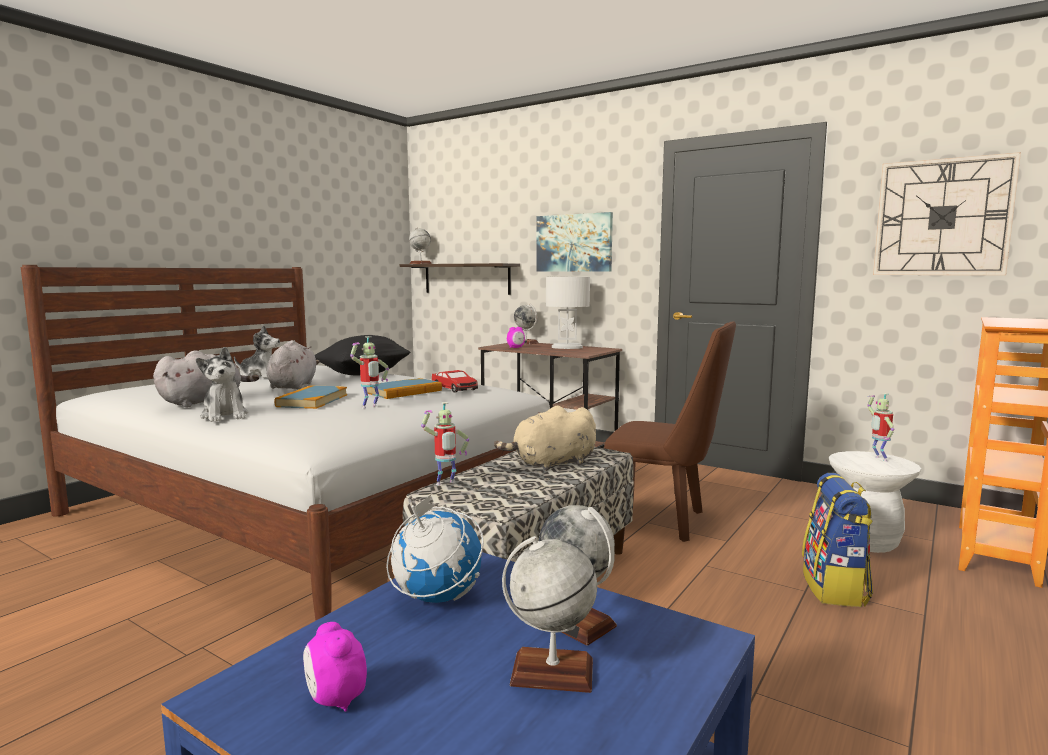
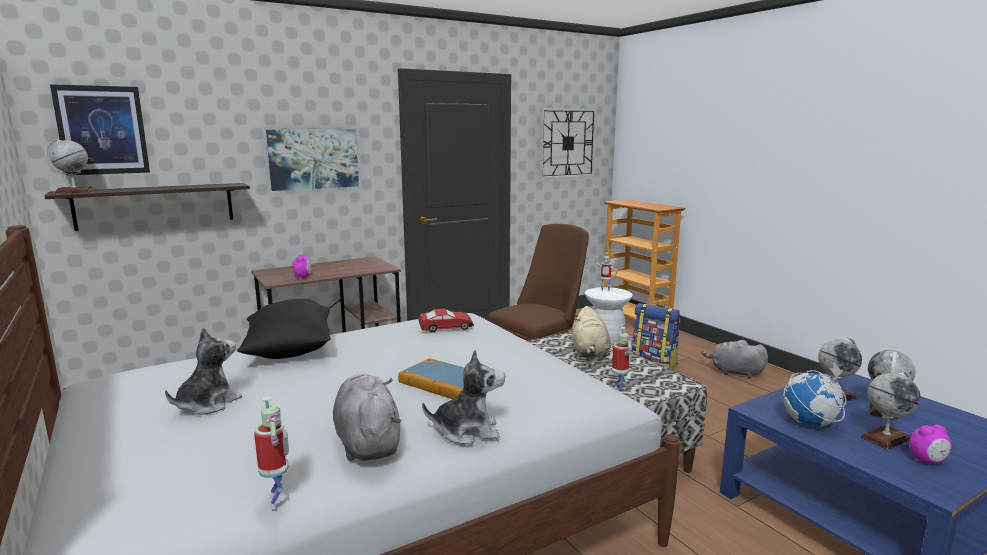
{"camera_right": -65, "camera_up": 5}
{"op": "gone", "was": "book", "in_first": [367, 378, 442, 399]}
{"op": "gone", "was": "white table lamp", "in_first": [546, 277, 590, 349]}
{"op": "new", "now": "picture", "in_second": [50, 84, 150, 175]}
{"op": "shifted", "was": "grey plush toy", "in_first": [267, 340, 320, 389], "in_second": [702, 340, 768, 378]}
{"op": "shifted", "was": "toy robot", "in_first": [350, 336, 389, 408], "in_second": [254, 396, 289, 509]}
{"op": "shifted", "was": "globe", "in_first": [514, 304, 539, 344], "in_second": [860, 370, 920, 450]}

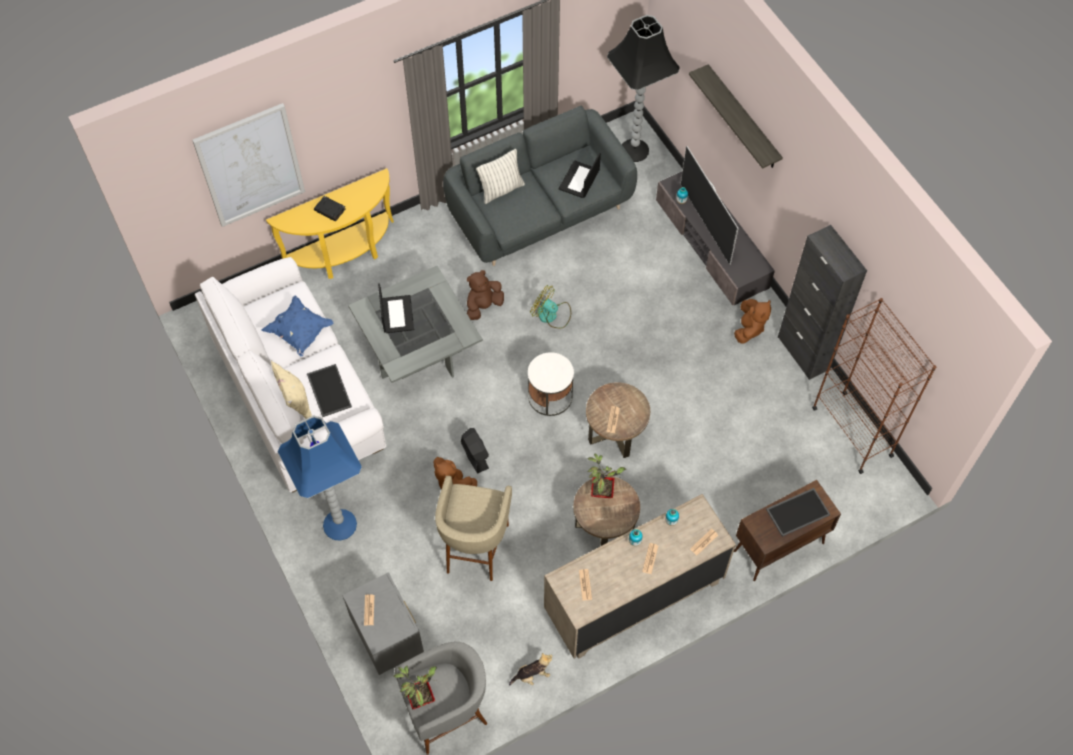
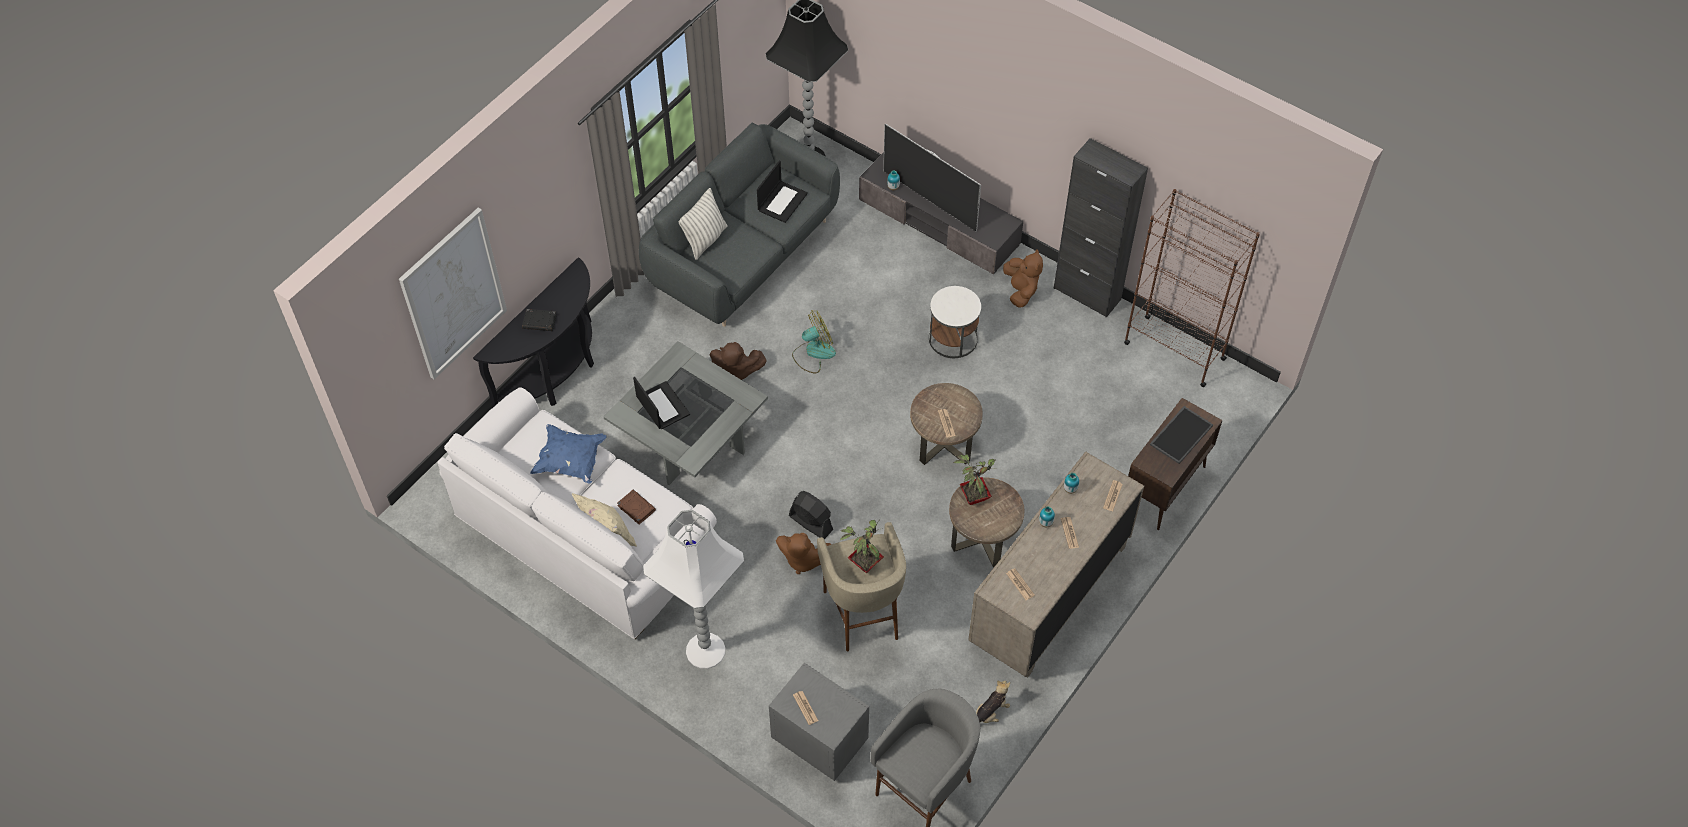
{"camera_right": -25, "camera_up": -5}
{"op": "gone", "was": "shelf", "in_first": [689, 64, 783, 169]}
{"op": "shifted", "was": "potted plant", "in_first": [394, 666, 437, 710], "in_second": [840, 520, 884, 573]}
{"op": "shifted", "was": "white side table", "in_first": [528, 352, 574, 416], "in_second": [929, 286, 981, 358]}
{"op": "swapped", "was": "tray", "now": "brown book", "in_first": [307, 364, 352, 417], "in_second": [617, 490, 656, 525]}
{"op": "repainted", "was": "yellow console table", "now": "black console table", "in_first": [266, 168, 394, 279], "in_second": [473, 258, 594, 408]}
{"op": "repainted", "was": "blue floor lamp", "now": "white floor lamp", "in_first": [278, 415, 362, 541], "in_second": [643, 510, 744, 669]}
{"op": "rotated", "was": "brown plush toy", "in_first": [467, 270, 504, 320], "in_second": [710, 342, 767, 380], "clockwise": -105}
{"op": "rotated", "was": "fan", "in_first": [530, 285, 571, 328], "in_second": [792, 310, 836, 373], "clockwise": 150}
{"op": "rotated", "was": "laptop", "in_first": [559, 153, 601, 198], "in_second": [757, 161, 808, 223], "clockwise": -150}

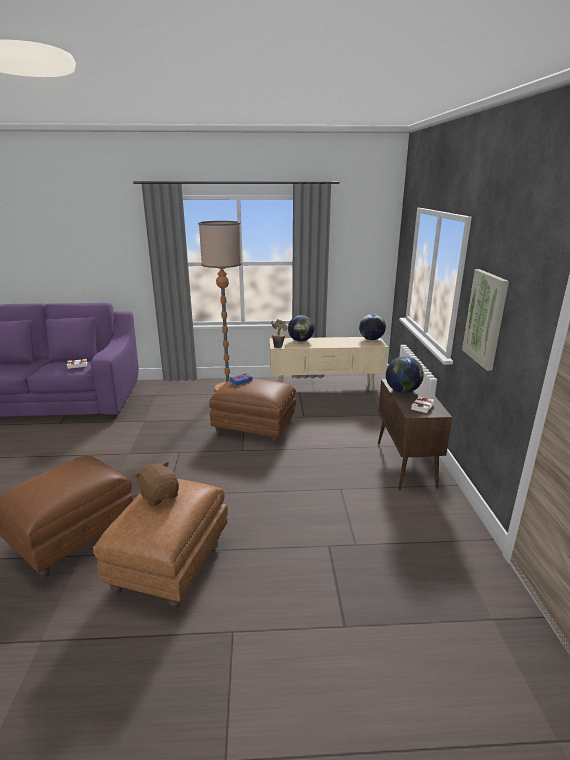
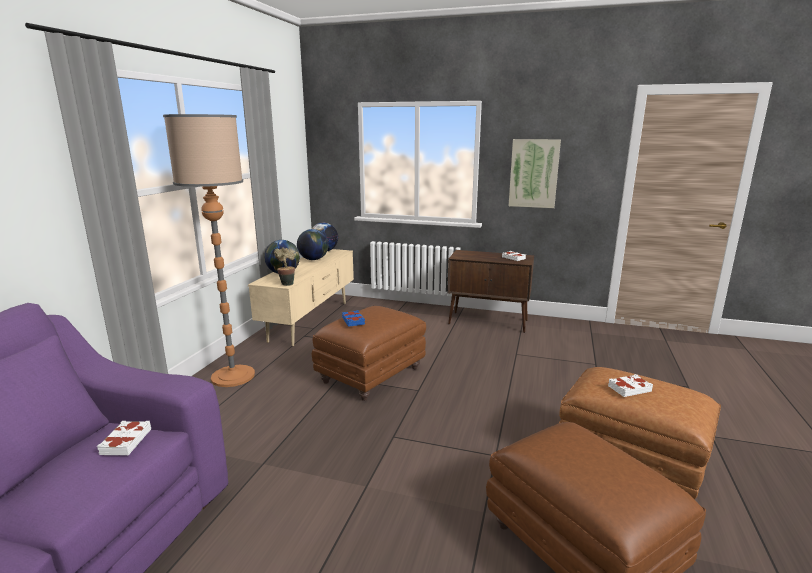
{"camera_right": -70, "camera_up": -5}
{"op": "shifted", "was": "globe", "in_first": [386, 356, 424, 393], "in_second": [297, 229, 329, 260]}
{"op": "swapped", "was": "brown plush toy", "now": "white book", "in_first": [134, 462, 179, 507], "in_second": [608, 374, 653, 397]}

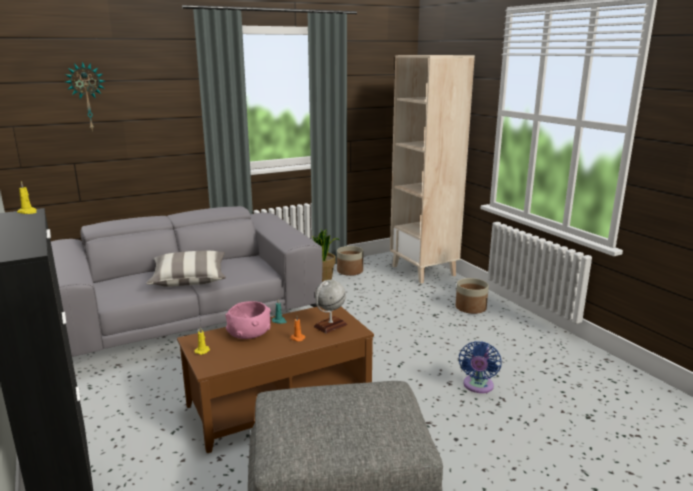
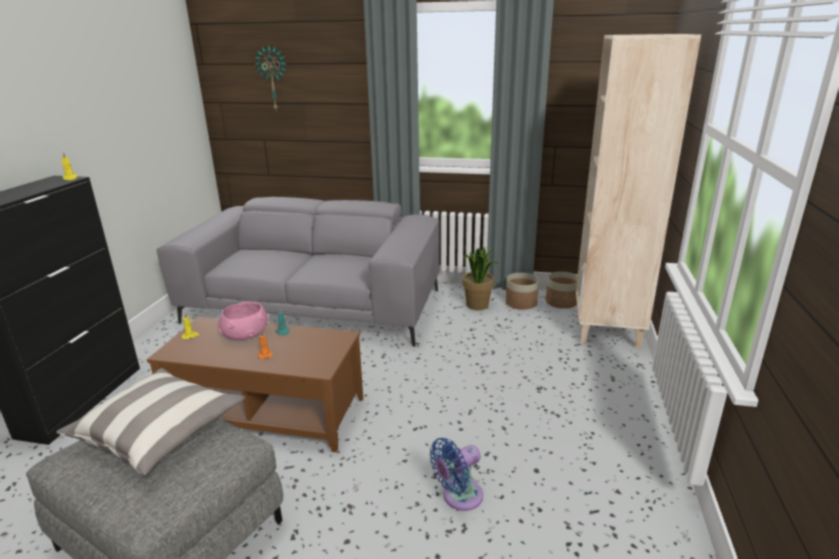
{"camera_right": 40, "camera_up": 5}
{"op": "gone", "was": "globe", "in_first": [314, 280, 347, 334]}
{"op": "shifted", "was": "pillow", "in_first": [146, 251, 226, 287], "in_second": [57, 368, 246, 476]}
{"op": "shifted", "was": "planter", "in_first": [456, 278, 489, 314], "in_second": [546, 272, 578, 309]}

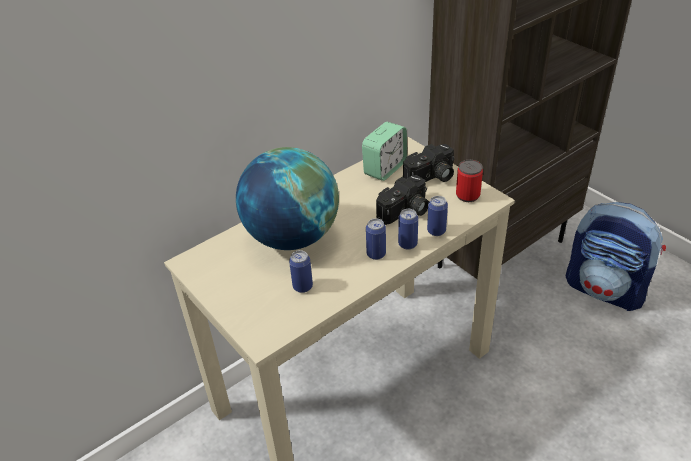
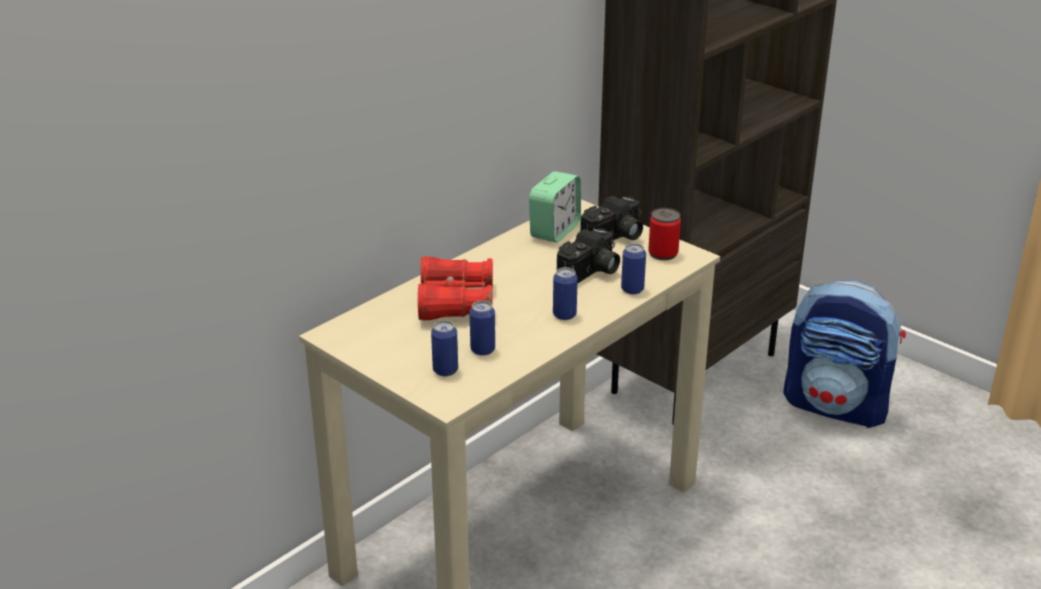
{"camera_right": -10, "camera_up": -10}
{"op": "shifted", "was": "can", "in_first": [398, 209, 418, 250], "in_second": [431, 320, 458, 376]}
{"op": "swapped", "was": "globe", "now": "red binoculars", "in_first": [236, 147, 339, 250], "in_second": [418, 257, 493, 321]}

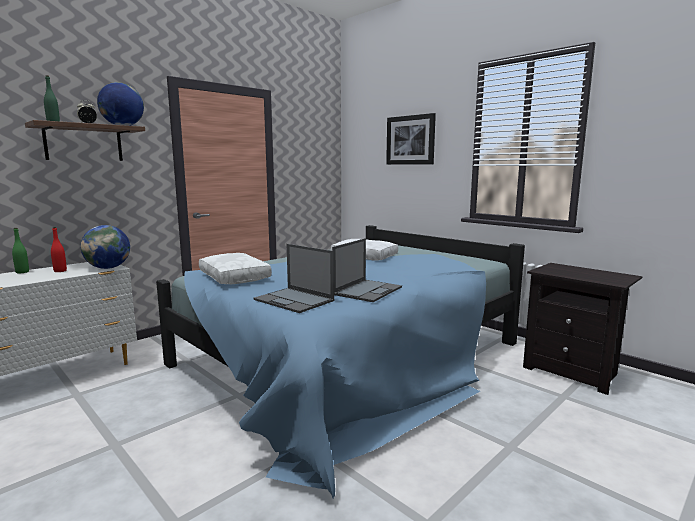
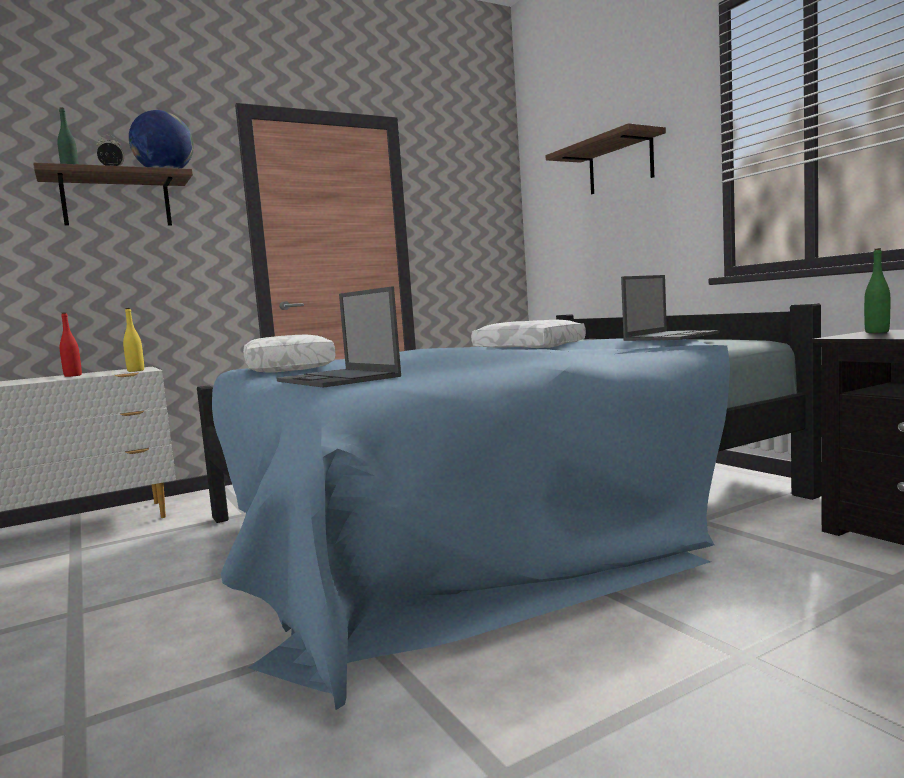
{"camera_right": 15, "camera_up": -5}
{"op": "shifted", "was": "green bottle", "in_first": [12, 228, 29, 273], "in_second": [864, 248, 890, 333]}
{"op": "shifted", "was": "laptop", "in_first": [332, 238, 402, 302], "in_second": [621, 275, 720, 341]}
{"op": "swapped", "was": "globe", "now": "yellow bottle", "in_first": [81, 225, 130, 269], "in_second": [123, 308, 144, 372]}
{"op": "swapped", "was": "picture", "now": "shelf", "in_first": [386, 113, 436, 165], "in_second": [546, 123, 666, 194]}

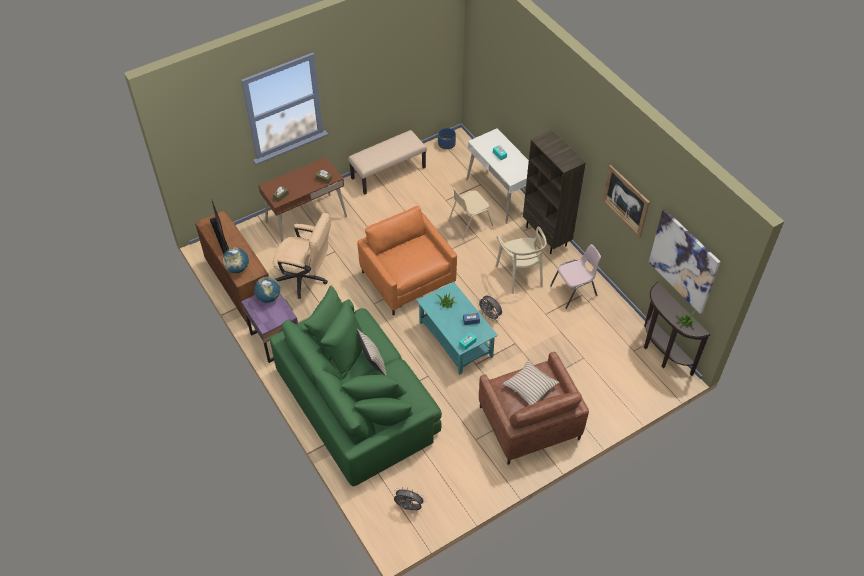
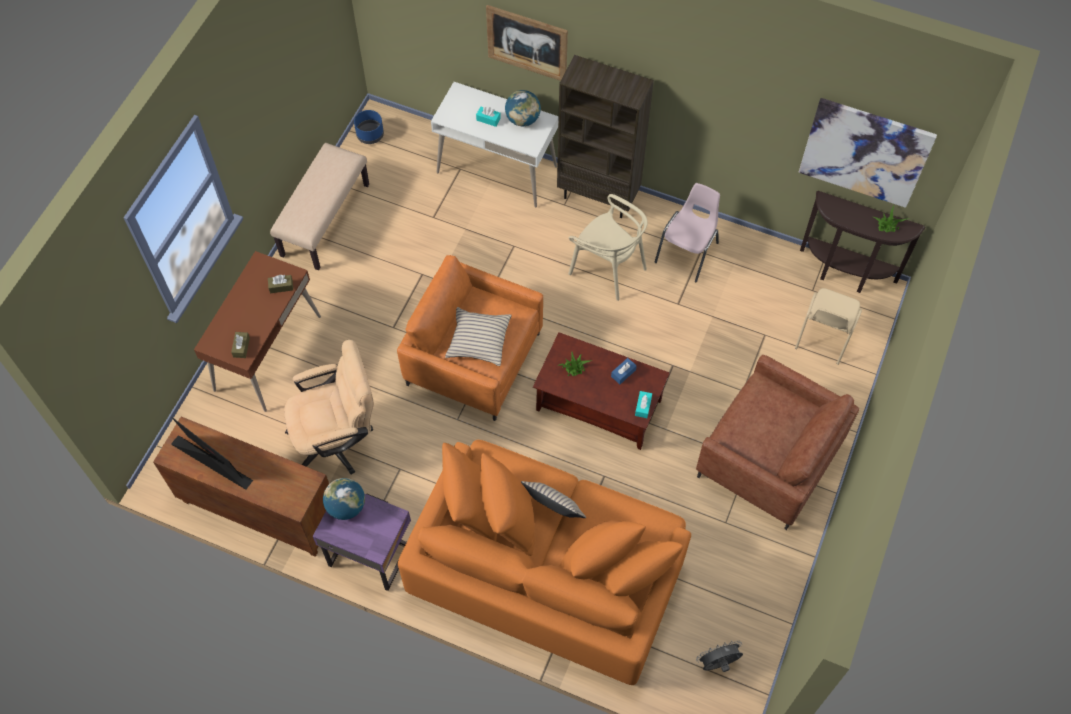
{"camera_right": -35, "camera_up": 10}
{"op": "gone", "was": "grey fan", "in_first": [477, 296, 502, 321]}
{"op": "shifted", "was": "globe", "in_first": [223, 248, 249, 273], "in_second": [505, 90, 541, 126]}
{"op": "shifted", "was": "beige chair", "in_first": [448, 188, 493, 238], "in_second": [795, 288, 862, 365]}
{"op": "shifted", "was": "beige pillow", "in_first": [502, 359, 560, 405], "in_second": [445, 307, 512, 366]}
{"op": "shifted", "was": "picture", "in_first": [602, 165, 650, 238], "in_second": [486, 5, 568, 81]}
{"op": "repainted", "was": "green sofa", "now": "orange sofa", "in_first": [270, 286, 442, 486], "in_second": [398, 440, 691, 685]}
{"op": "repainted", "was": "turquoise coffee table", "now": "brown coffee table", "in_first": [416, 282, 498, 375], "in_second": [533, 332, 670, 450]}

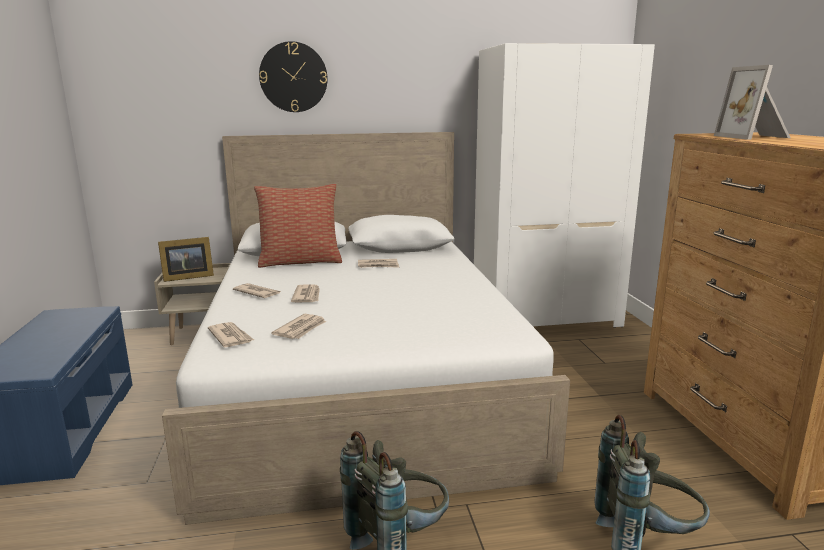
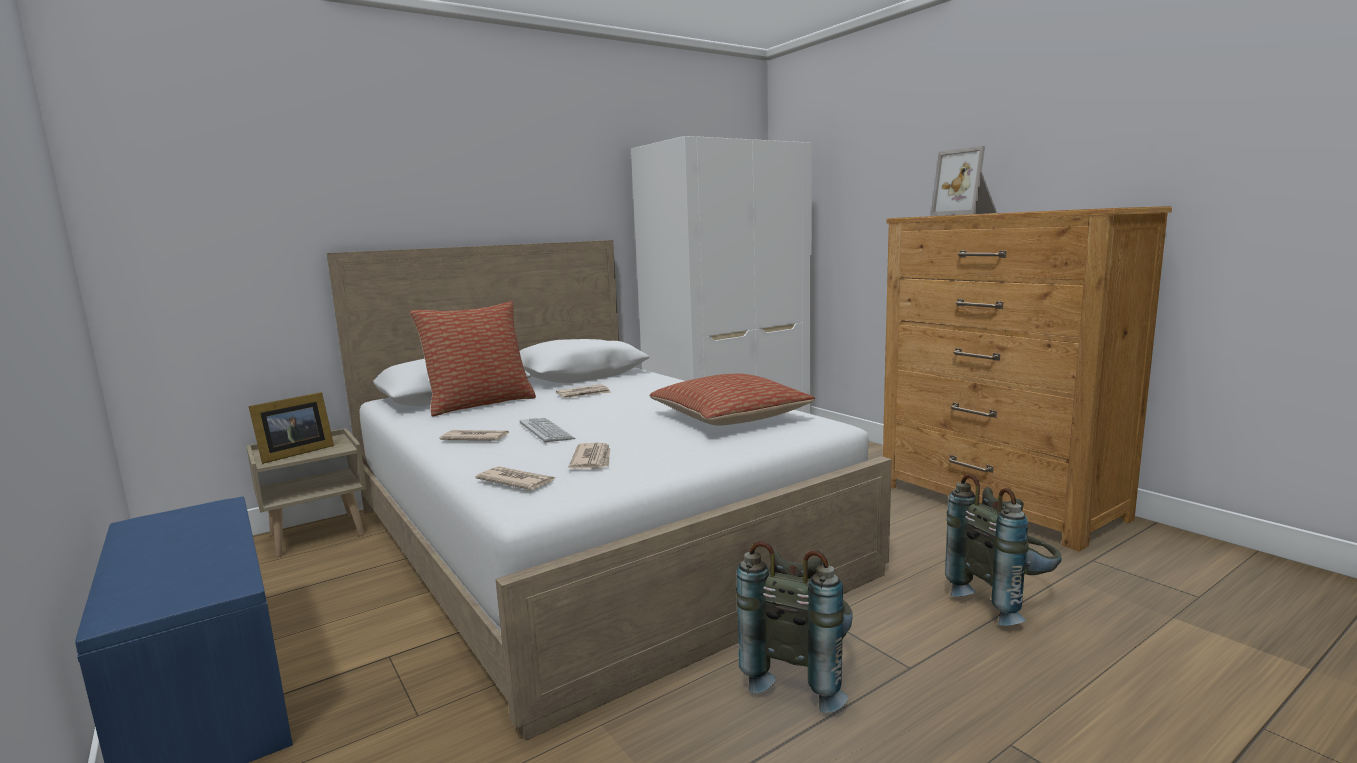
{"camera_right": -25, "camera_up": -5}
{"op": "gone", "was": "wall clock", "in_first": [259, 41, 328, 112]}
{"op": "new", "now": "pillow", "in_second": [650, 374, 815, 426]}
{"op": "swapped", "was": "newspaper", "now": "keyboard", "in_first": [291, 284, 320, 302], "in_second": [520, 418, 575, 443]}

